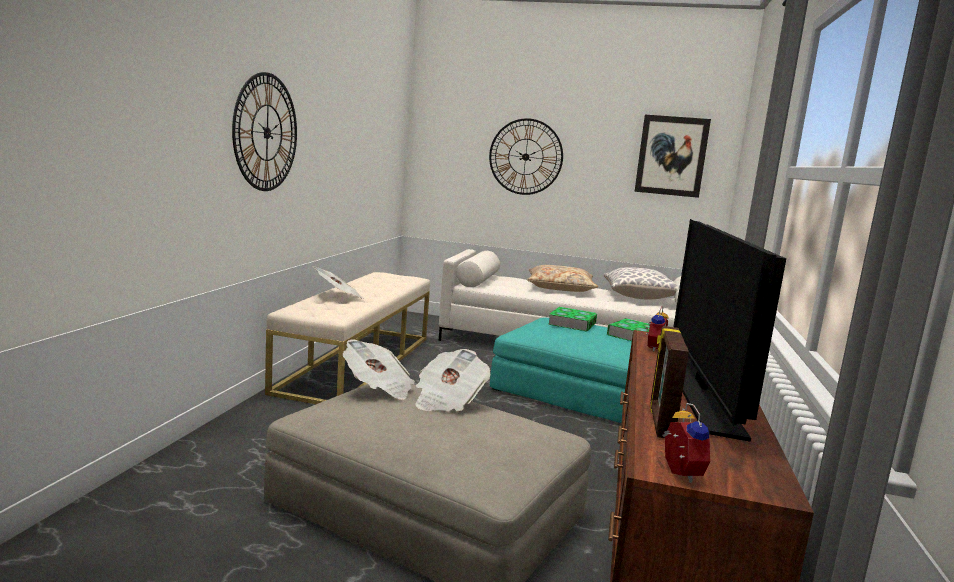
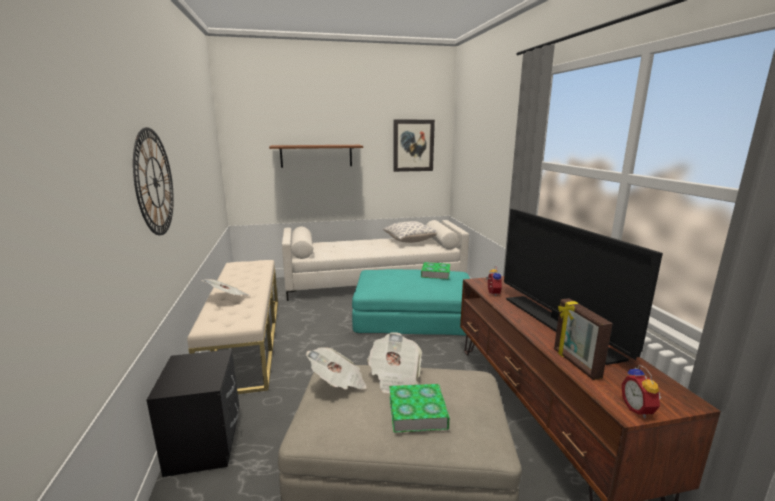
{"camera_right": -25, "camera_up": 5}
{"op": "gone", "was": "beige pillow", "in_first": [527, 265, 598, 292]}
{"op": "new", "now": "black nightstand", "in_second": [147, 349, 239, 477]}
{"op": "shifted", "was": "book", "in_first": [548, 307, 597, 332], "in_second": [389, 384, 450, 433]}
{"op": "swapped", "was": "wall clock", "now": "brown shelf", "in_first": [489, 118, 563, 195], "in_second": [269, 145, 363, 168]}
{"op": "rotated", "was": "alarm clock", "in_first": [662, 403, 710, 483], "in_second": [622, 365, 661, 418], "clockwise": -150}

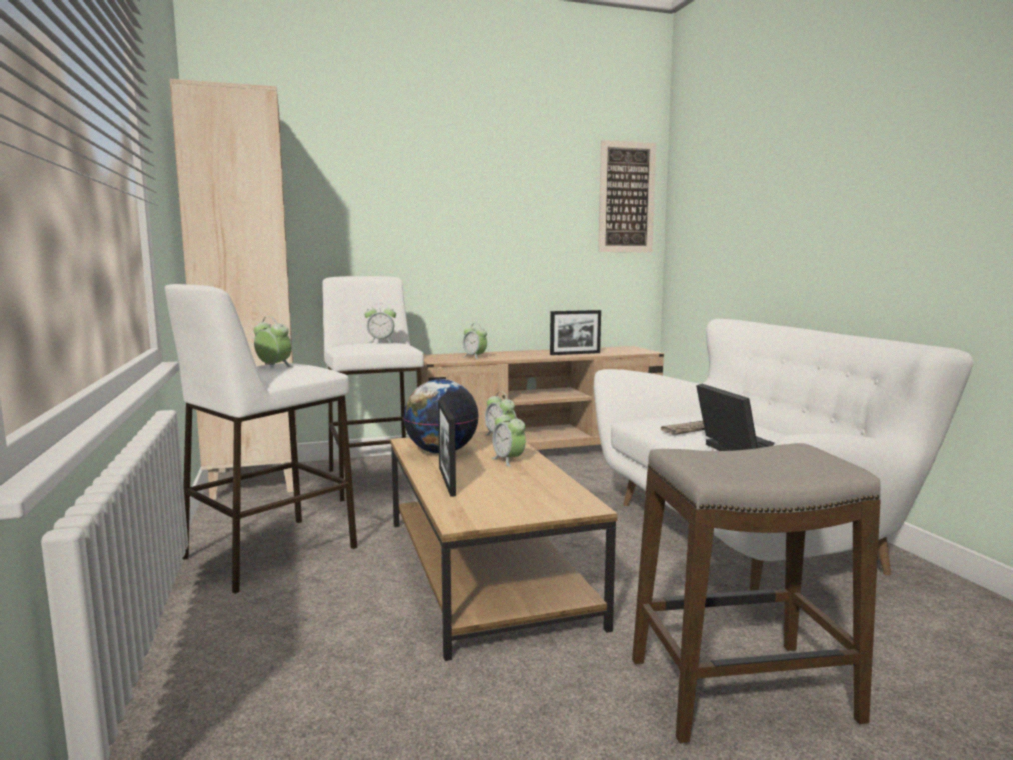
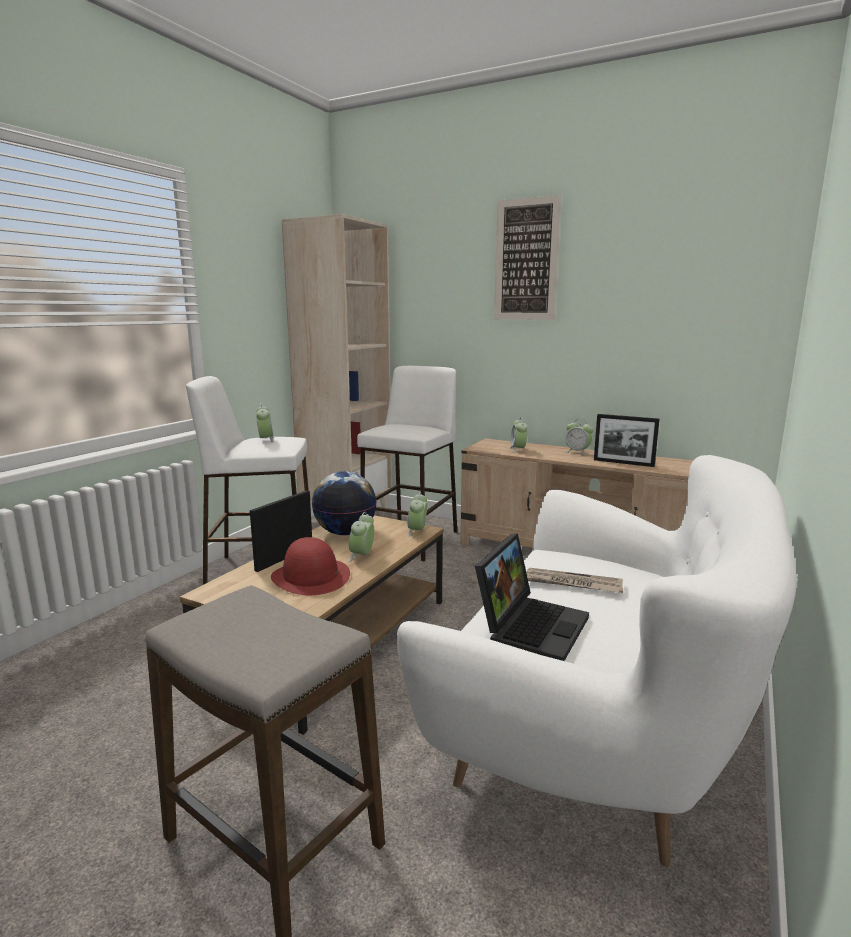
{"camera_right": 45, "camera_up": 5}
{"op": "new", "now": "red hat", "in_second": [271, 537, 350, 595]}
{"op": "shifted", "was": "alarm clock", "in_first": [364, 303, 396, 343], "in_second": [566, 419, 594, 455]}
{"op": "shifted", "was": "picture", "in_first": [598, 140, 656, 252], "in_second": [494, 195, 561, 320]}

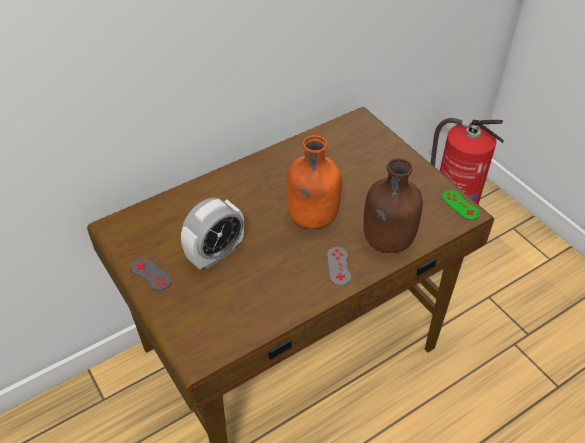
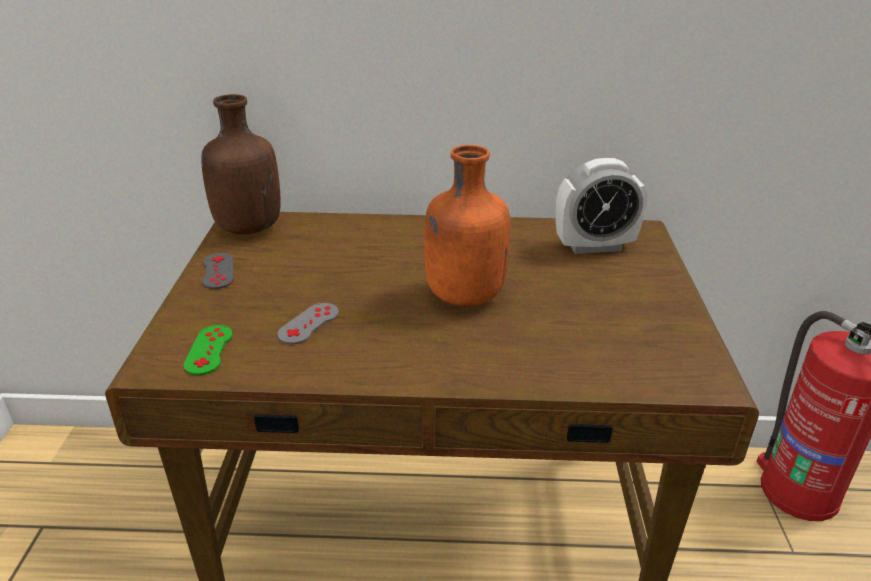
{"camera_right": 35, "camera_up": -15}
{"op": "shifted", "was": "alarm clock", "in_first": [181, 198, 244, 270], "in_second": [556, 158, 647, 254]}
{"op": "shifted", "was": "grey game controller", "in_first": [327, 247, 351, 286], "in_second": [277, 303, 339, 344]}
{"op": "shifted", "was": "brown bottle", "in_first": [363, 158, 423, 253], "in_second": [201, 94, 281, 234]}
{"op": "shifted", "was": "green game controller", "in_first": [442, 190, 480, 220], "in_second": [183, 325, 233, 375]}

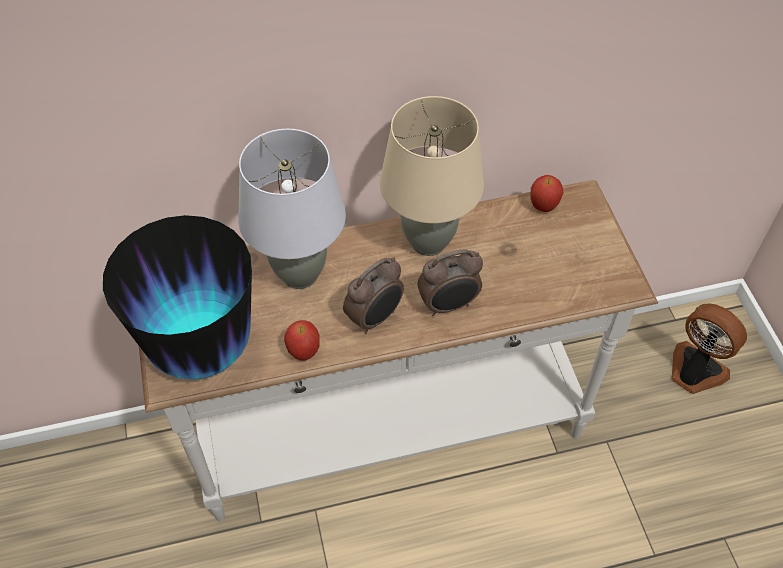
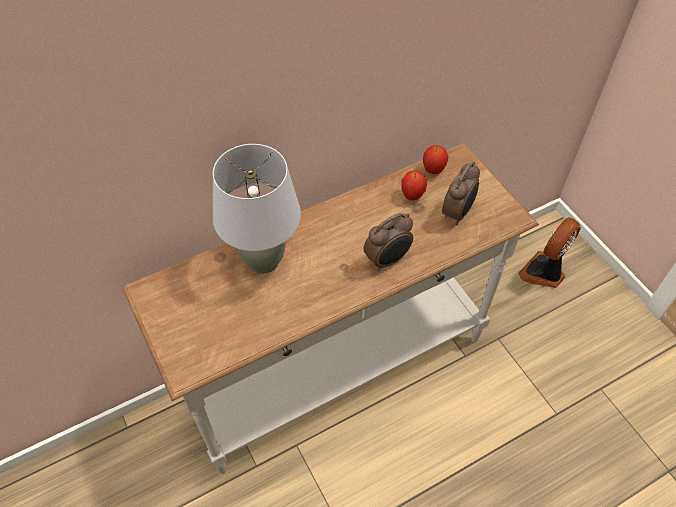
{"camera_right": -15, "camera_up": 0}
{"op": "gone", "was": "vase", "in_first": [103, 215, 252, 380]}
{"op": "gone", "was": "beige table lamp", "in_first": [380, 96, 484, 256]}
{"op": "shifted", "was": "apple", "in_first": [284, 320, 320, 360], "in_second": [401, 170, 427, 200]}
{"op": "shifted", "was": "alarm clock", "in_first": [343, 257, 404, 334], "in_second": [442, 162, 480, 225]}
{"op": "rotated", "was": "fan", "in_first": [671, 304, 747, 394], "in_second": [518, 217, 581, 288], "clockwise": -75}

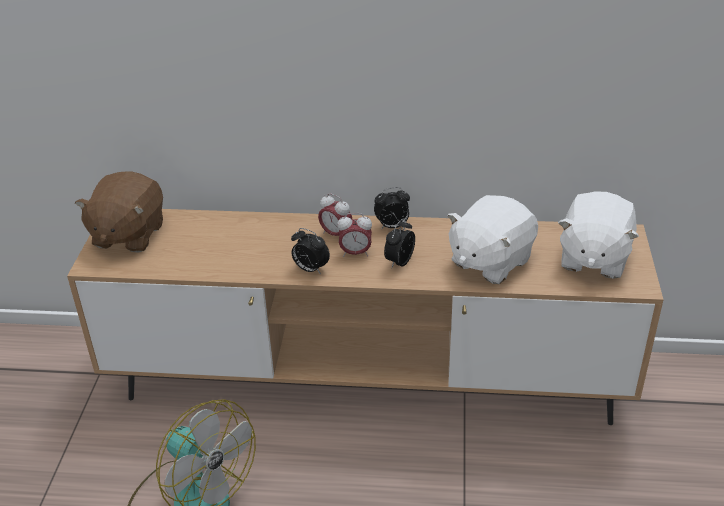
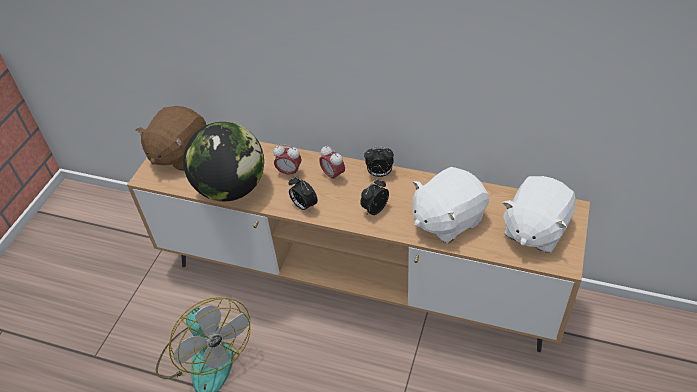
{"camera_right": 15, "camera_up": 10}
{"op": "new", "now": "globe", "in_second": [183, 122, 264, 201]}
{"op": "shifted", "was": "alarm clock", "in_first": [337, 213, 372, 257], "in_second": [273, 144, 301, 177]}

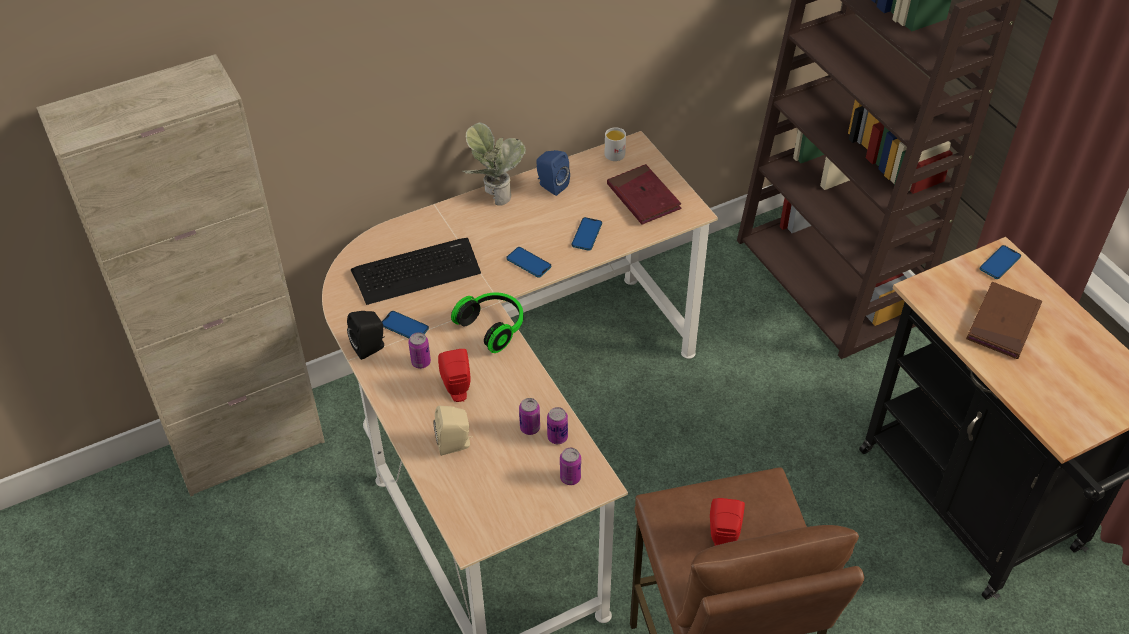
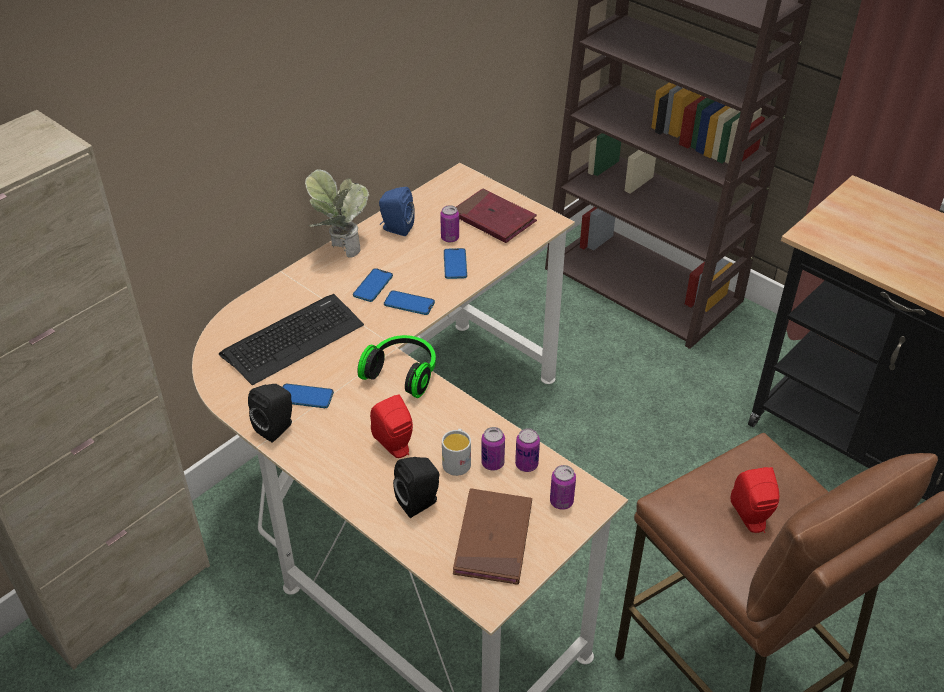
{"camera_right": -20, "camera_up": -5}
{"op": "shifted", "was": "can", "in_first": [408, 332, 431, 369], "in_second": [440, 205, 459, 243]}
{"op": "shifted", "was": "white mug", "in_first": [604, 127, 626, 161], "in_second": [442, 429, 471, 476]}
{"op": "shifted", "was": "brown book", "in_first": [966, 282, 1042, 359], "in_second": [453, 488, 532, 584]}
{"op": "shifted", "was": "phone", "in_first": [980, 245, 1021, 279], "in_second": [353, 268, 393, 302]}
{"op": "repainted", "was": "beige speaker", "now": "black speaker", "in_first": [433, 406, 473, 456], "in_second": [393, 457, 439, 518]}

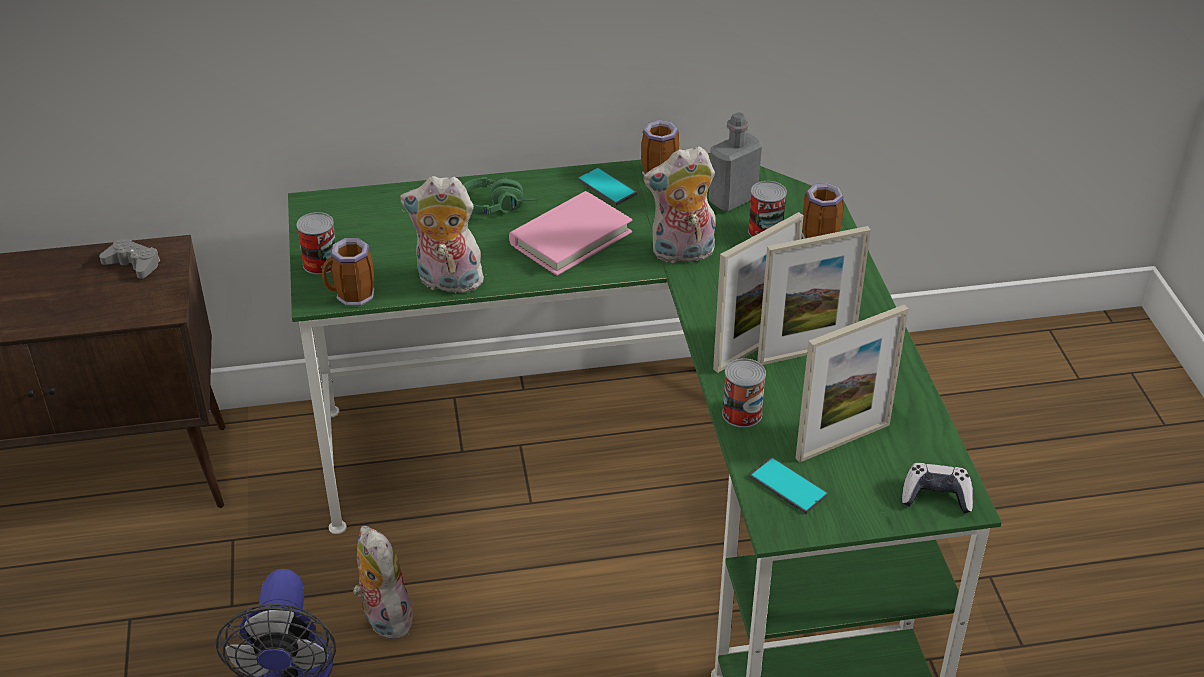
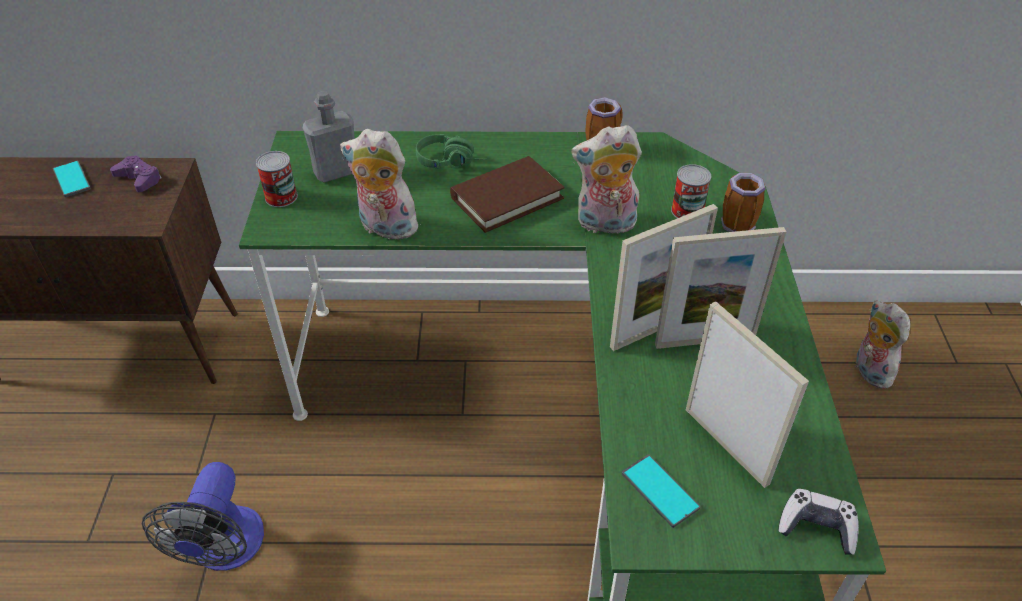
{"camera_right": 10, "camera_up": 5}
{"op": "gone", "was": "mug", "in_first": [322, 238, 375, 306]}
{"op": "gone", "was": "can", "in_first": [722, 358, 766, 428]}
{"op": "shifted", "was": "plush toy", "in_first": [353, 526, 413, 639], "in_second": [855, 300, 911, 388]}
{"op": "shifted", "was": "phone", "in_first": [578, 167, 637, 205], "in_second": [53, 161, 91, 197]}
{"op": "shifted", "was": "grey bottle", "in_first": [709, 112, 762, 212], "in_second": [303, 91, 355, 183]}
{"op": "repainted", "was": "grey game controller", "now": "purple game controller", "in_first": [99, 238, 160, 279], "in_second": [110, 155, 162, 192]}
{"op": "repainted", "was": "pink book", "now": "brown book", "in_first": [509, 191, 632, 275], "in_second": [450, 156, 565, 233]}
{"op": "rotated", "was": "picture frame", "in_first": [795, 305, 909, 463], "in_second": [686, 301, 809, 488], "clockwise": -105}

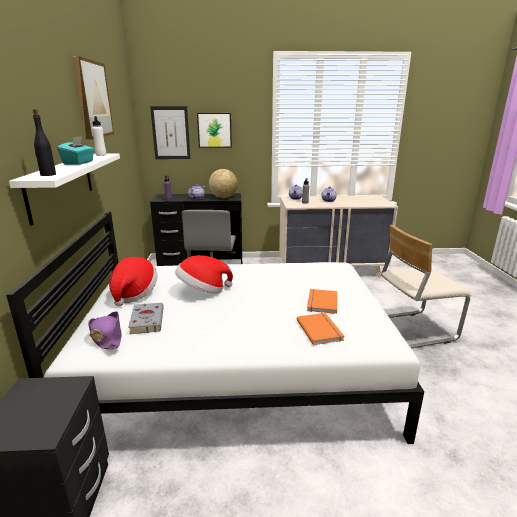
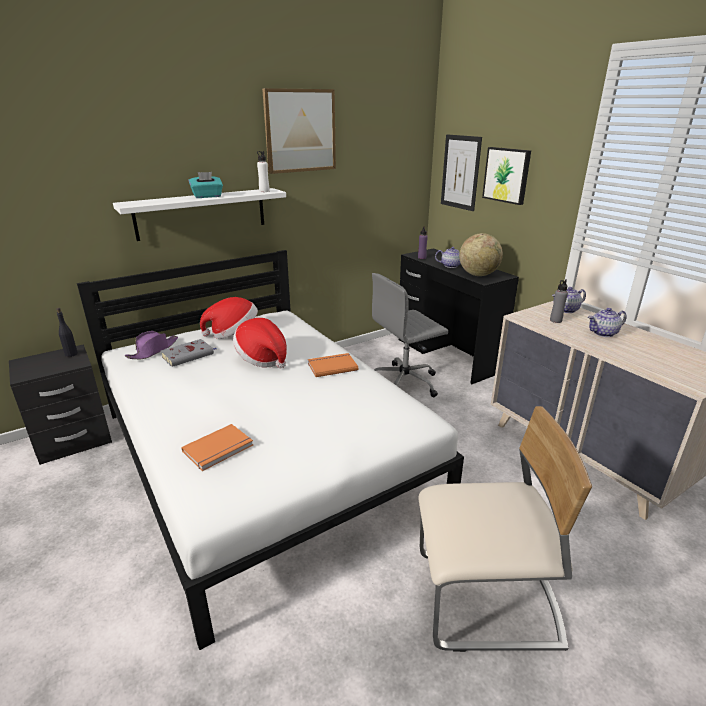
{"camera_right": 60, "camera_up": 5}
{"op": "shifted", "was": "black bottle", "in_first": [33, 109, 56, 176], "in_second": [56, 308, 78, 357]}
{"op": "shifted", "was": "orange book", "in_first": [307, 289, 337, 314], "in_second": [308, 353, 358, 377]}
{"op": "rotated", "was": "beige chair", "in_first": [381, 225, 472, 349], "in_second": [418, 406, 592, 652], "clockwise": 135}

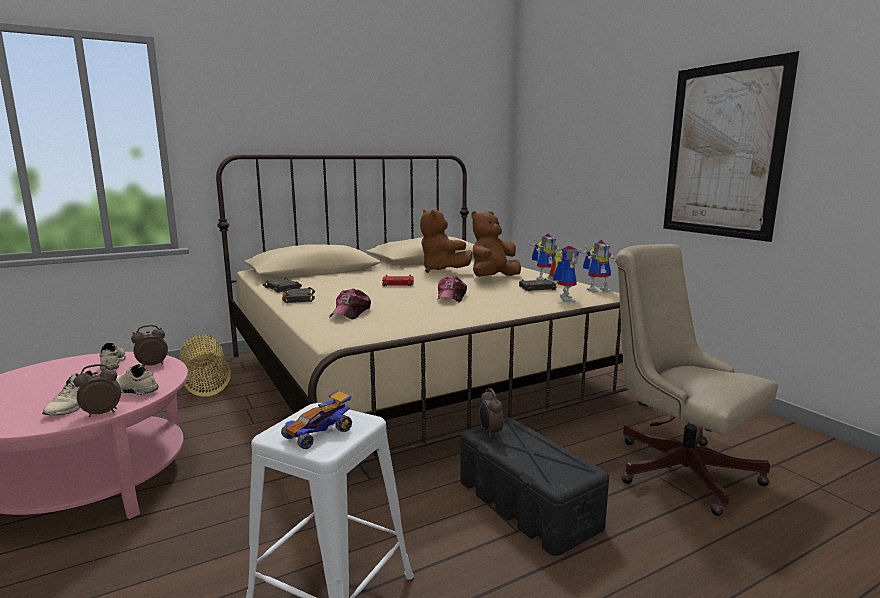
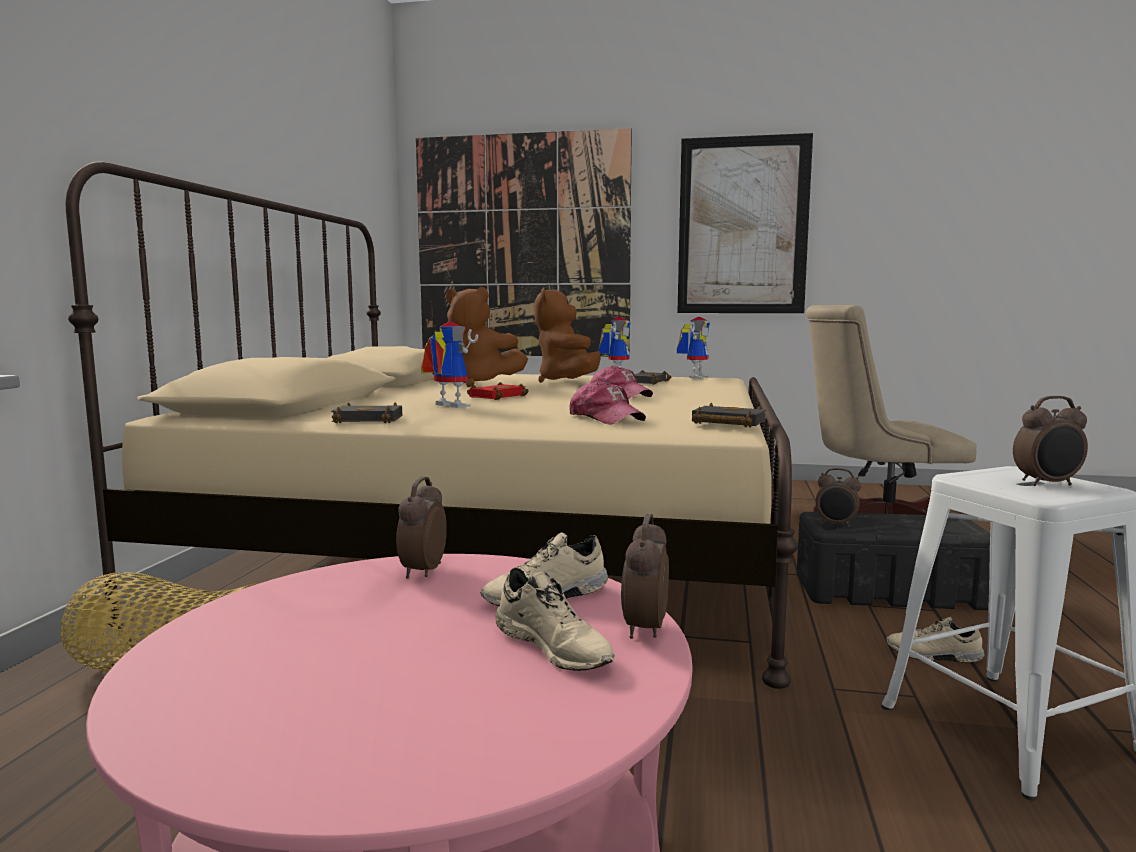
{"camera_right": -50, "camera_up": -5}
{"op": "new", "now": "picture", "in_second": [416, 128, 632, 357]}
{"op": "shifted", "was": "beige shoe", "in_first": [100, 342, 126, 370], "in_second": [886, 617, 984, 663]}
{"op": "shifted", "was": "black book", "in_first": [282, 287, 315, 303], "in_second": [692, 403, 766, 428]}
{"op": "shifted", "was": "toy robot", "in_first": [549, 246, 580, 303], "in_second": [421, 321, 478, 408]}
{"op": "swapped", "was": "toy car", "now": "alarm clock", "in_first": [281, 390, 352, 449], "in_second": [1013, 396, 1088, 486]}

